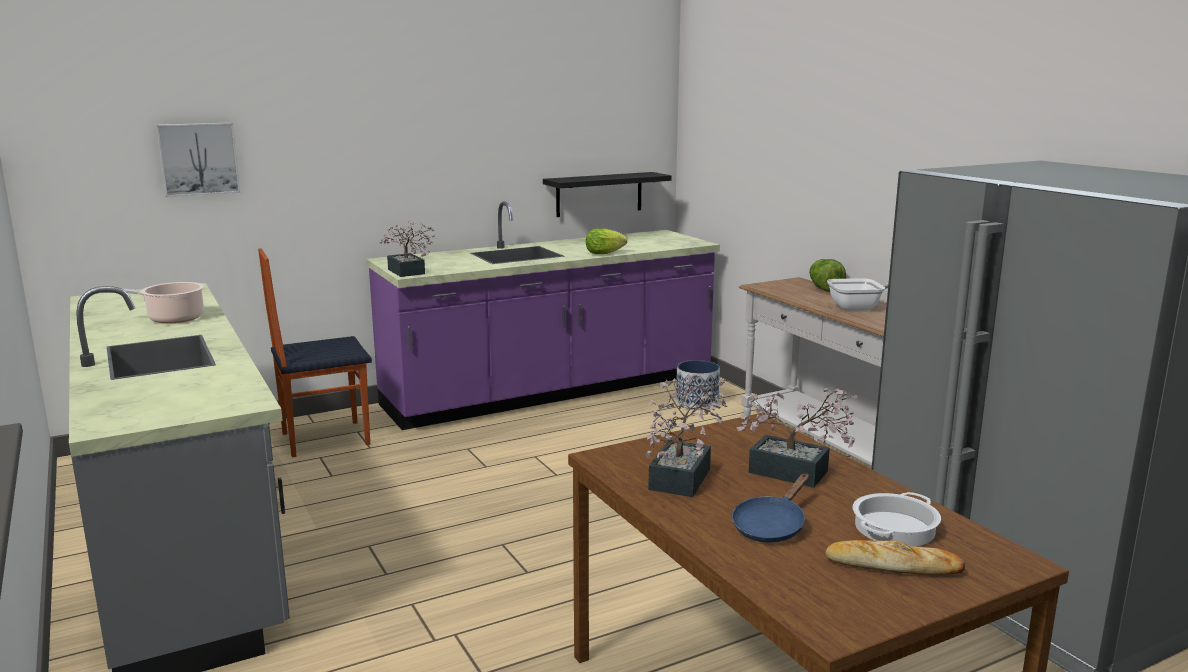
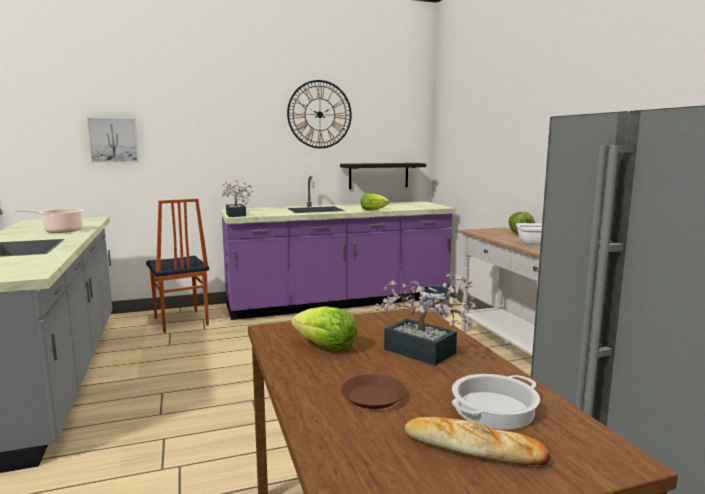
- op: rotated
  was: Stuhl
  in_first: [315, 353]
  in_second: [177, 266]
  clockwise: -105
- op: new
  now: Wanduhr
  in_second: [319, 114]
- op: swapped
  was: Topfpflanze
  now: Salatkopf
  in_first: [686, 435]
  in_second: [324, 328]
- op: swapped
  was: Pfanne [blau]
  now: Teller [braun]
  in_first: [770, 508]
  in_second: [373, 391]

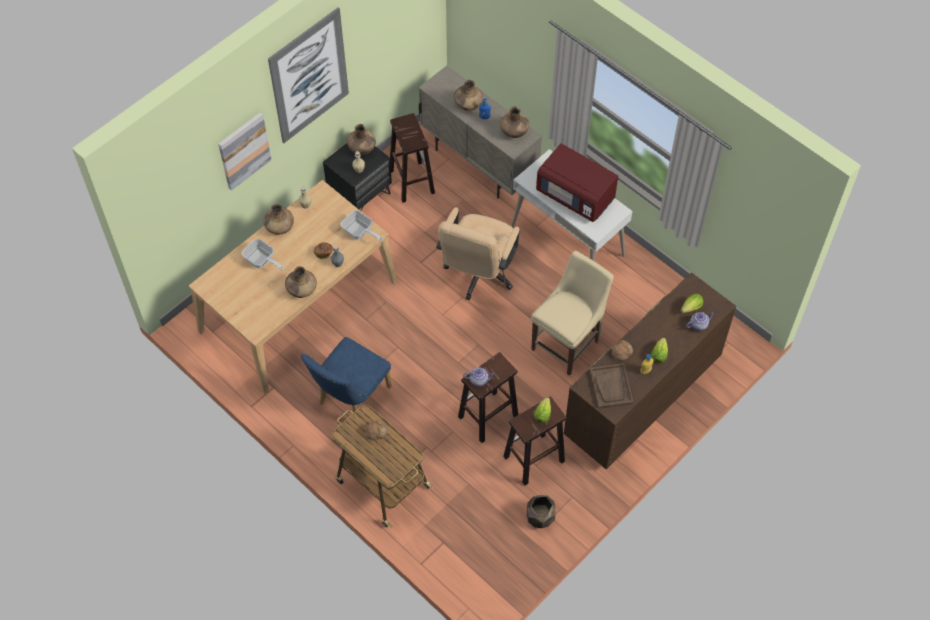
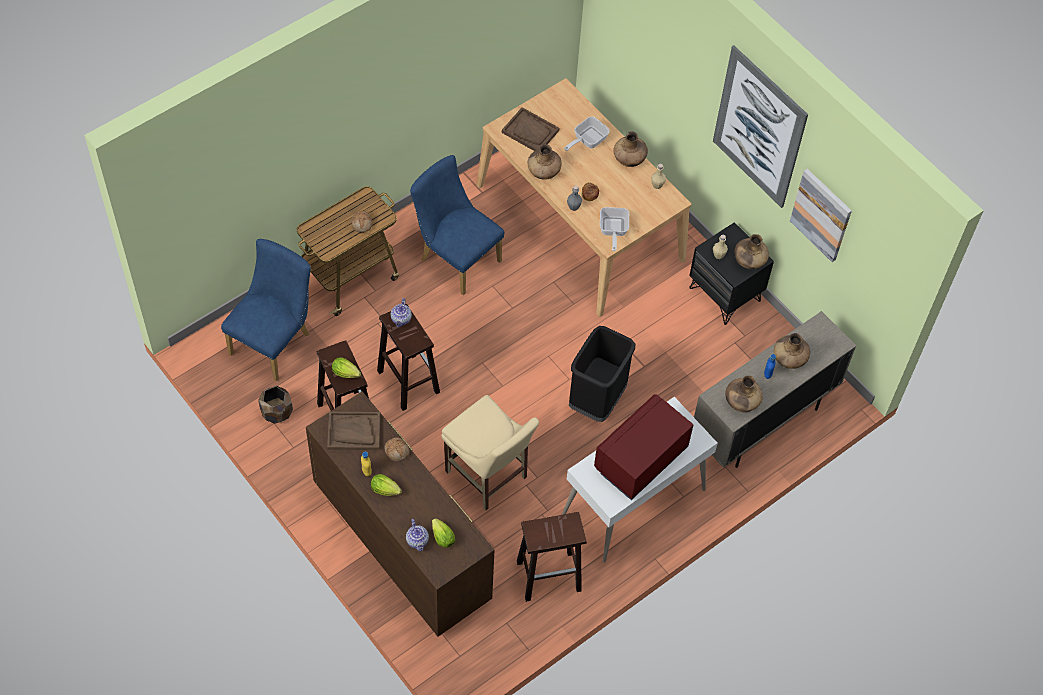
- op: new
  now: Stuhl [blau]
  in_second: [266, 310]
- op: new
  now: Tablett [braun]
  in_second: [530, 129]
- op: shifted
  was: Hocker [braun]
  in_first: [412, 158]
  in_second: [551, 557]
- op: swapped
  was: Bürostuhl [beige]
  now: Mülleimer [schwarz]
  in_first: [478, 253]
  in_second: [602, 374]
- op: rotated
  was: Pfanne
  in_first: [361, 225]
  in_second: [614, 229]
  clockwise: -45
- op: shifted
  was: Bild
  in_first: [245, 151]
  in_second: [821, 215]

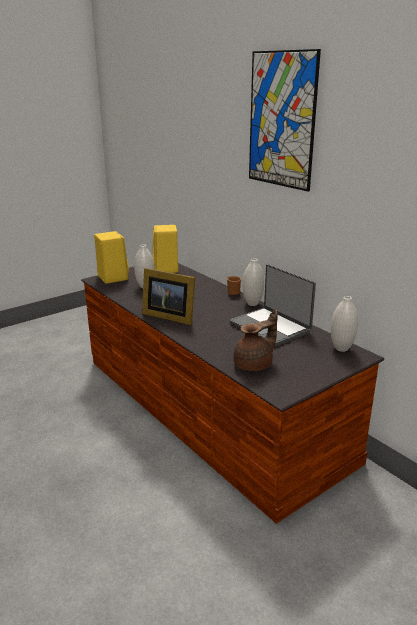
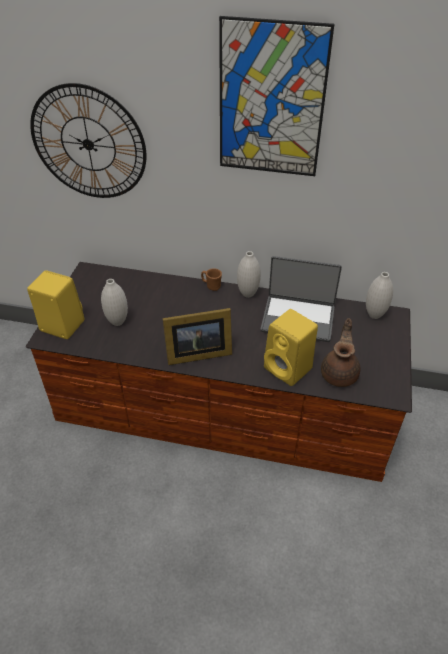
- op: new
  now: Wanduhr
  in_second: [88, 140]
- op: shifted
  was: Lautsprecher [gelb]
  in_first: [166, 249]
  in_second: [291, 347]

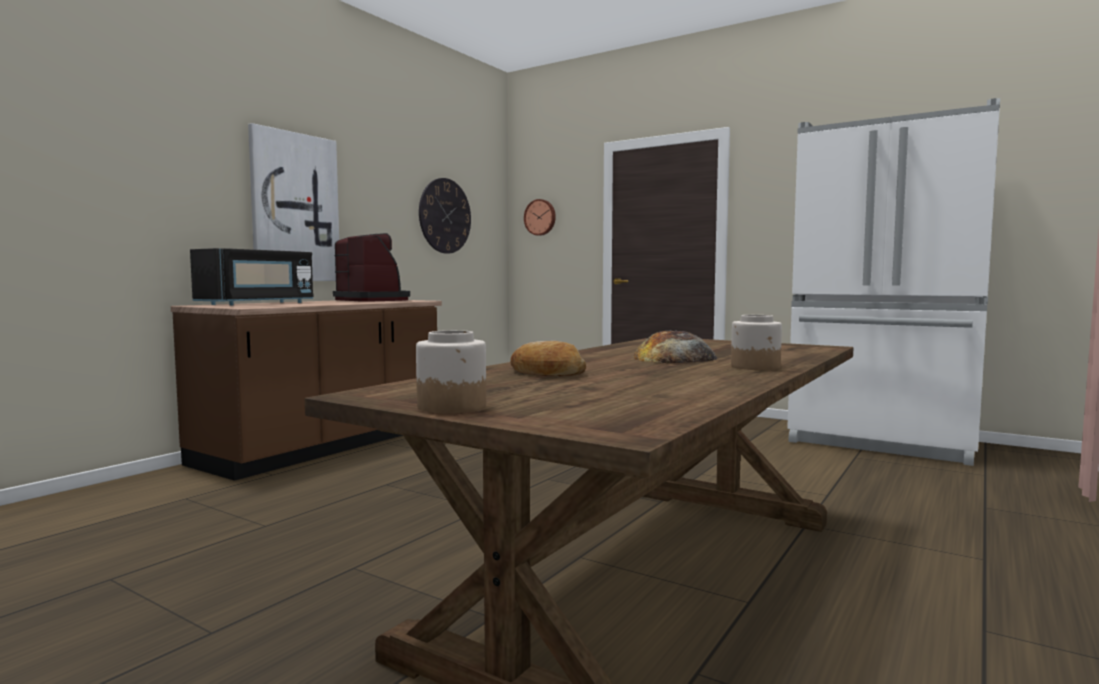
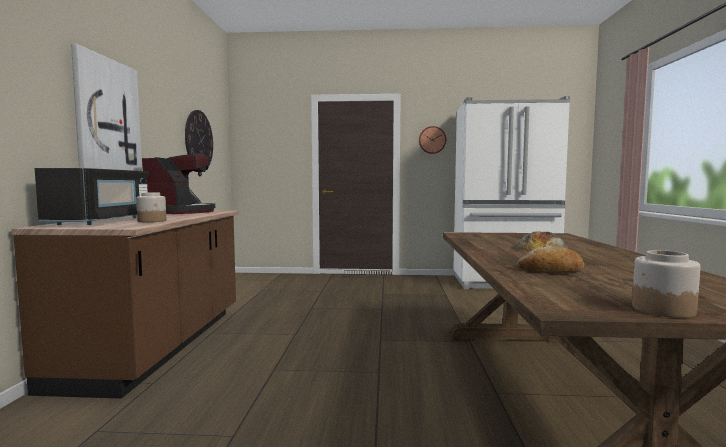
- op: shifted
  was: Vorratsglas
  in_first: [756, 342]
  in_second: [151, 207]
- op: rotated
  was: Kaffeemaschine
  in_first: [371, 267]
  in_second: [178, 184]
  clockwise: 75
- op: shifted
  was: Wanduhr
  in_first: [540, 217]
  in_second: [432, 140]

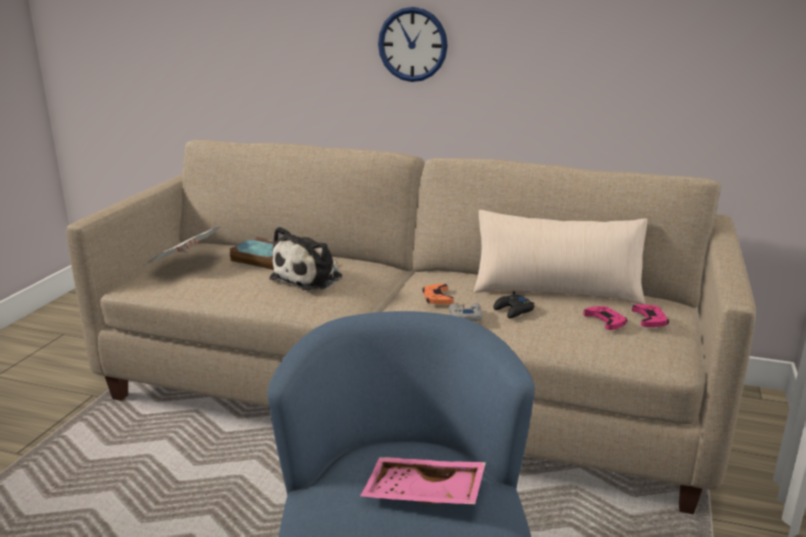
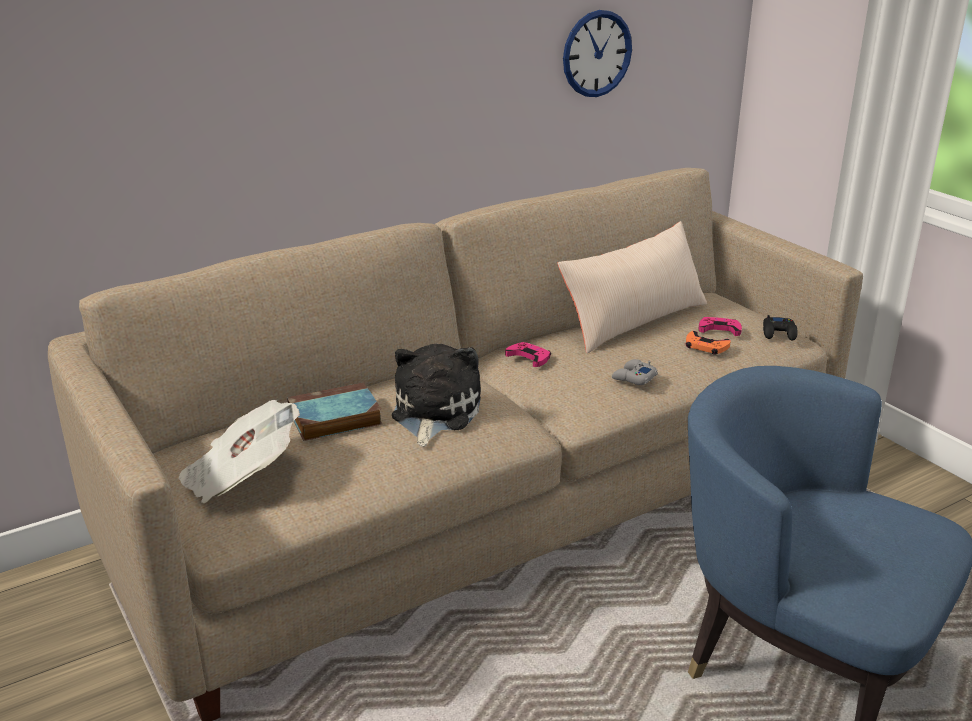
- op: rotated
  was: Plüschtier
  in_first: [305, 258]
  in_second: [436, 395]
  clockwise: -150
- op: shifted
  was: Gamepad [rosa]
  in_first: [650, 315]
  in_second: [528, 354]
- op: shifted
  was: Wanduhr
  in_first: [413, 44]
  in_second: [597, 53]
- op: shifted
  was: Gamepad [orange]
  in_first: [437, 294]
  in_second: [708, 343]
- op: shifted
  was: Gamepad [schwarz]
  in_first: [514, 305]
  in_second: [780, 328]
- op: gone
  was: Tablett [rosa]
  in_first: [423, 481]

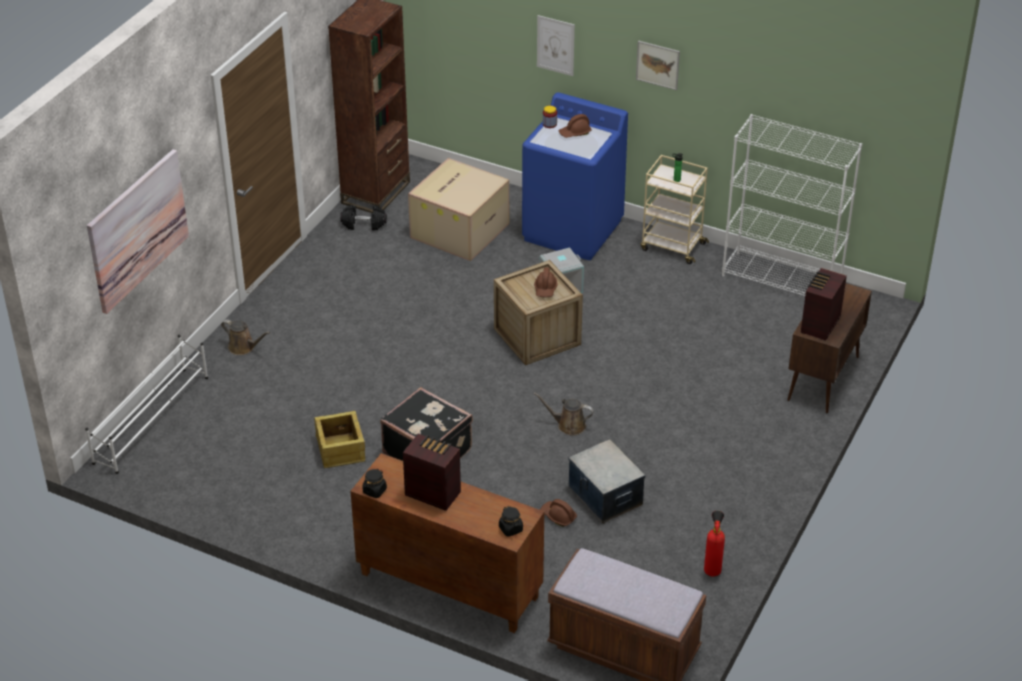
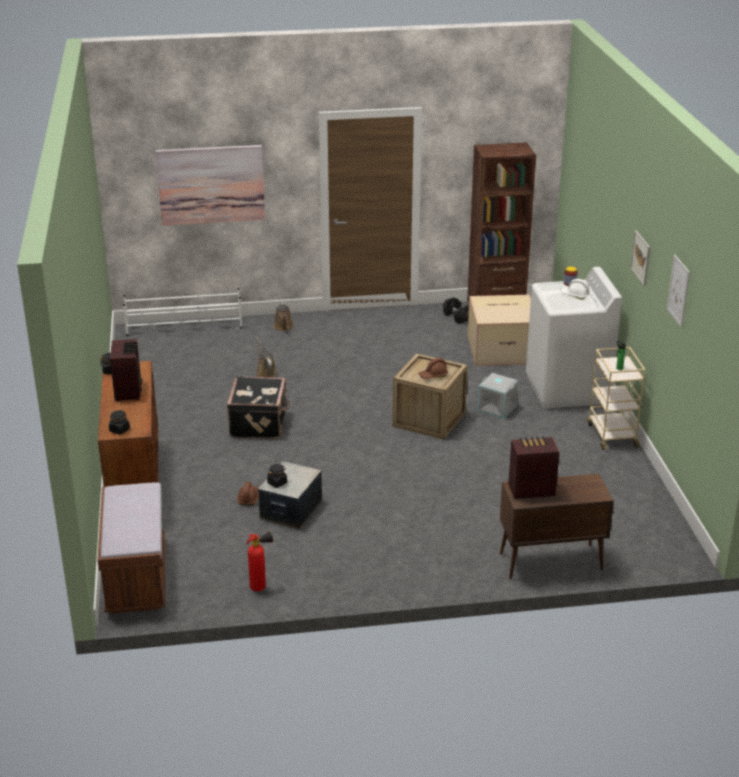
- op: shifted
  was: Gießkanne [braun]
  in_first: [564, 414]
  in_second: [266, 357]
- op: new
  now: Vorratsglas [schwarz]
  in_second: [277, 476]
- op: repainted
  was: Waschmaschine [blau]
  now: Waschmaschine [weiß]
  in_first: [575, 176]
  in_second: [574, 338]
- op: repainted
  was: Schutzhelm [braun]
  now: Schutzhelm [weiß]
  in_first: [575, 126]
  in_second: [575, 289]
- op: shifted
  was: Bild
  in_first: [556, 45]
  in_second: [678, 291]
- op: gone
  was: Kiste
  in_first: [339, 439]
- op: gone
  was: Bücherregal [weiß]
  in_first: [792, 205]

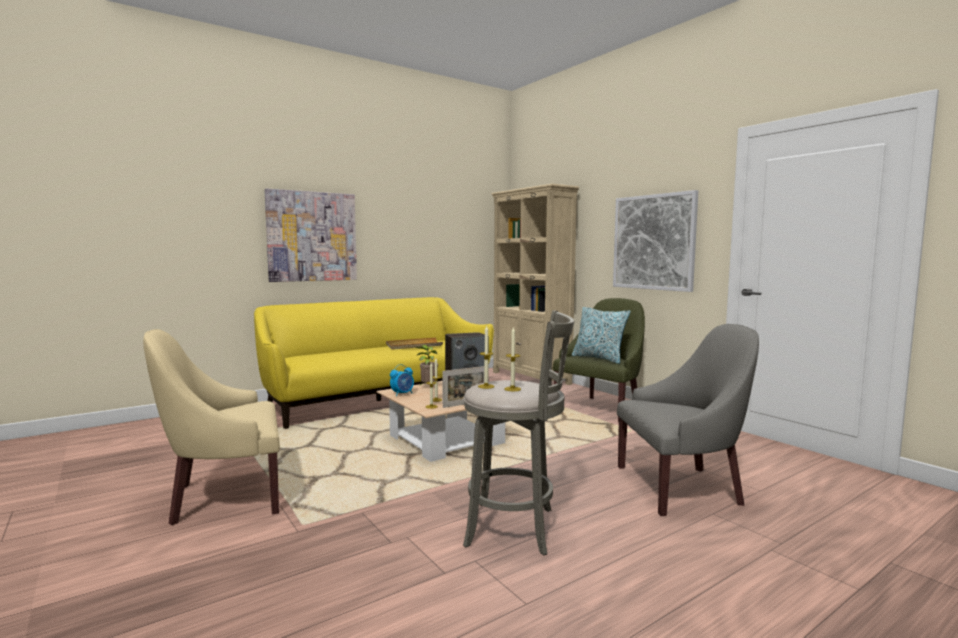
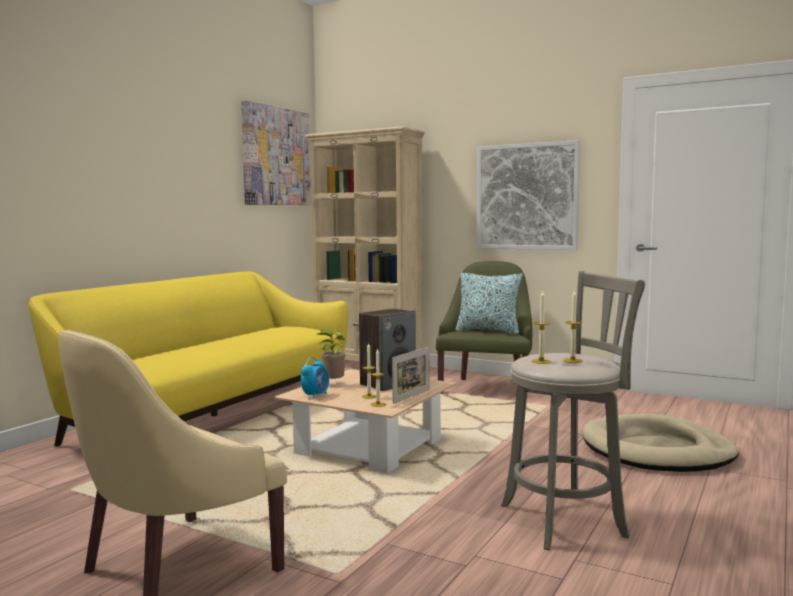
- op: shifted
  was: Bild
  in_first: [310, 235]
  in_second: [276, 152]
- op: swapped
  was: Sessel [grau]
  now: Hundebett [beige]
  in_first: [688, 420]
  in_second: [660, 443]
- op: gone
  was: Tablett [beige]
  in_first: [414, 343]

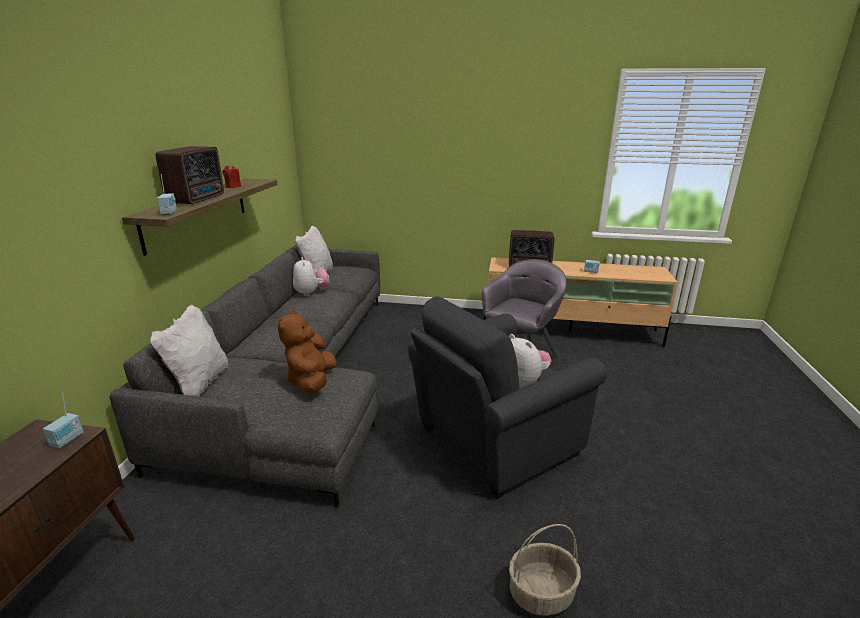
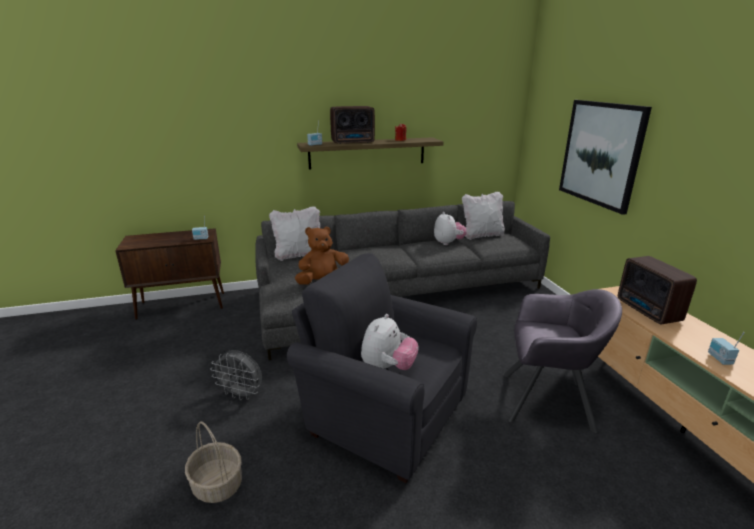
- op: new
  now: Ventilator [grau]
  in_second: [236, 375]
- op: rotated
  was: Plüschtier
  in_first: [311, 276]
  in_second: [450, 228]
  clockwise: -60
- op: new
  now: Bild
  in_second: [605, 157]

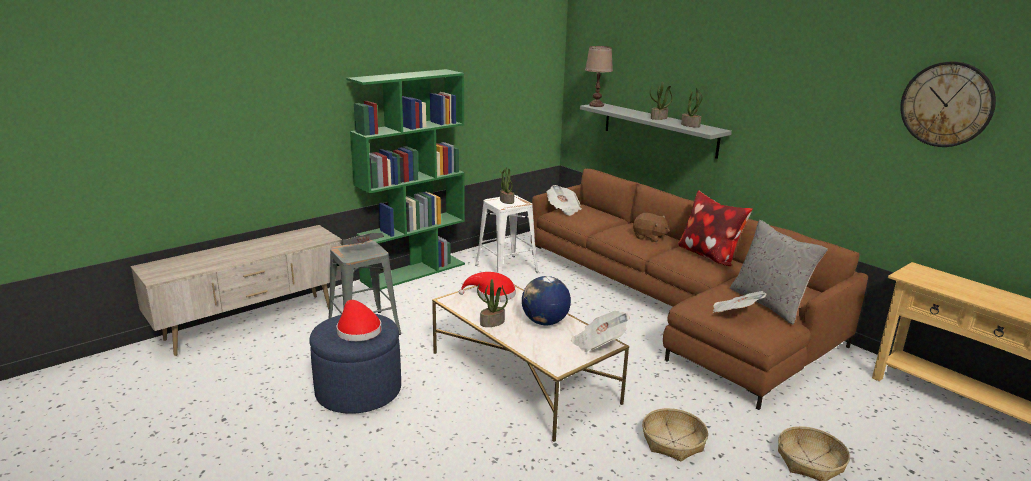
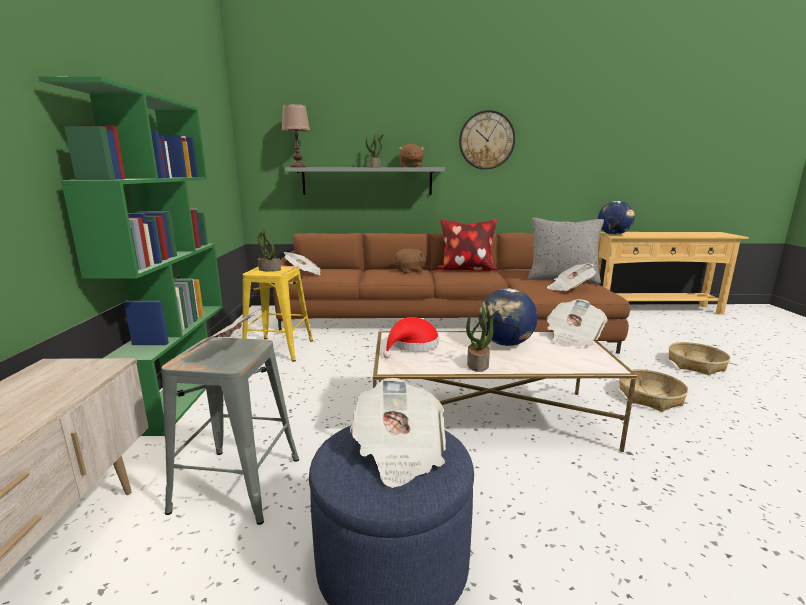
- op: repainted
  was: Hocker [weiß]
  now: Hocker [gelb]
  in_first: [506, 234]
  in_second: [277, 314]
- op: swapped
  was: Hut [rot]
  now: Zeitung
  in_first: [359, 320]
  in_second: [398, 433]
- op: swapped
  was: Topfpflanze
  now: Plüschtier [braun]
  in_first: [692, 107]
  in_second: [412, 156]
- op: shifted
  was: Wanduhr
  in_first: [948, 104]
  in_second: [487, 140]
- op: new
  now: Globus
  in_second: [616, 218]

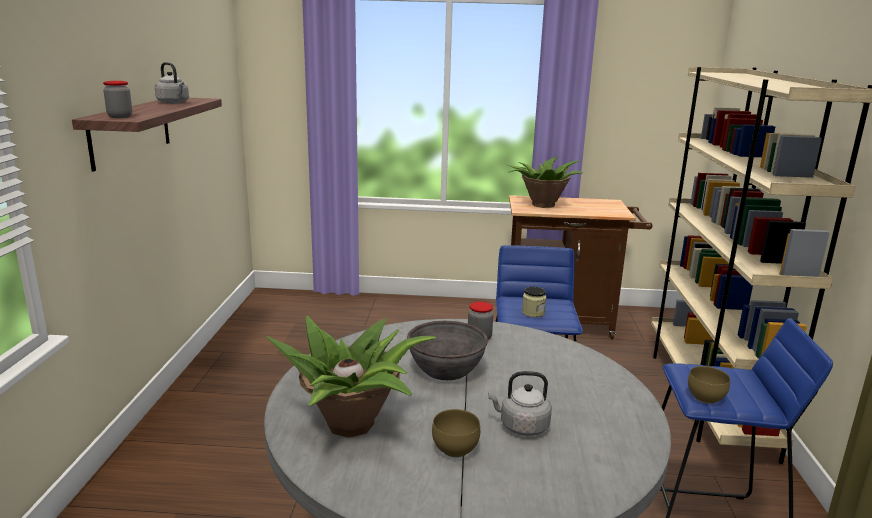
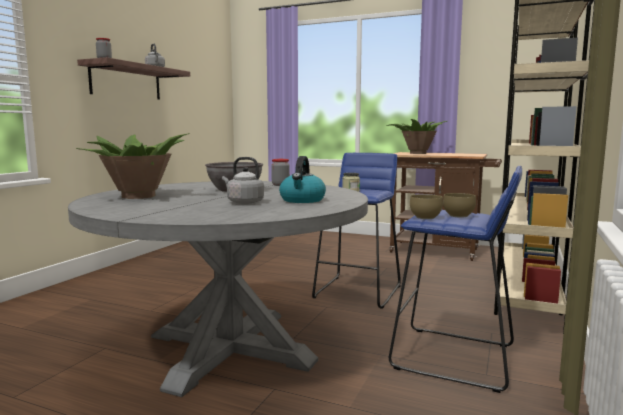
- op: new
  now: Wasserkessel
  in_second: [302, 179]
- op: shifted
  was: Schüssel [braun]
  in_first: [456, 433]
  in_second: [459, 205]

